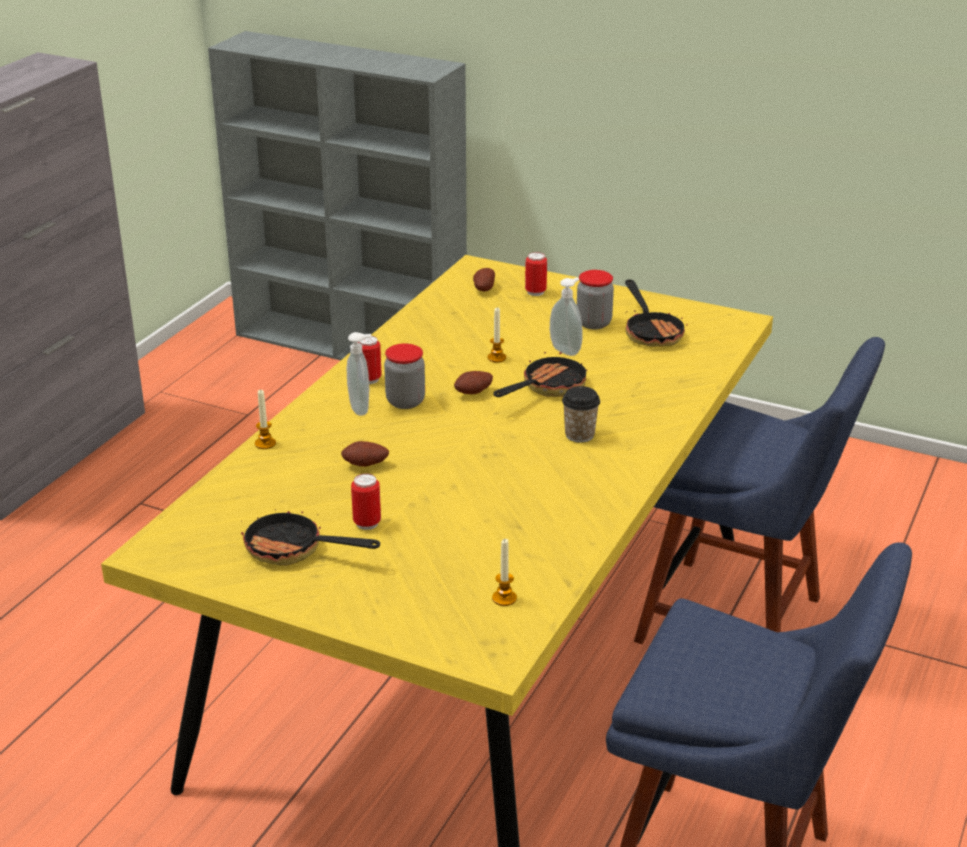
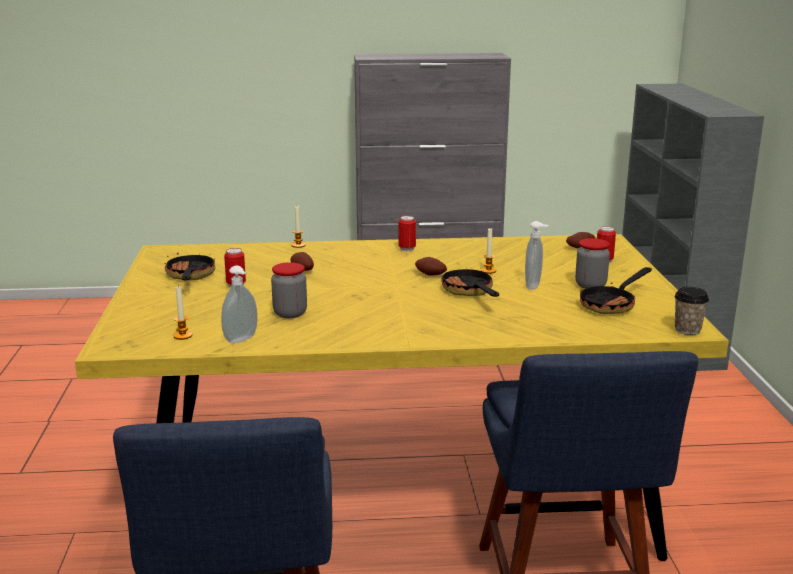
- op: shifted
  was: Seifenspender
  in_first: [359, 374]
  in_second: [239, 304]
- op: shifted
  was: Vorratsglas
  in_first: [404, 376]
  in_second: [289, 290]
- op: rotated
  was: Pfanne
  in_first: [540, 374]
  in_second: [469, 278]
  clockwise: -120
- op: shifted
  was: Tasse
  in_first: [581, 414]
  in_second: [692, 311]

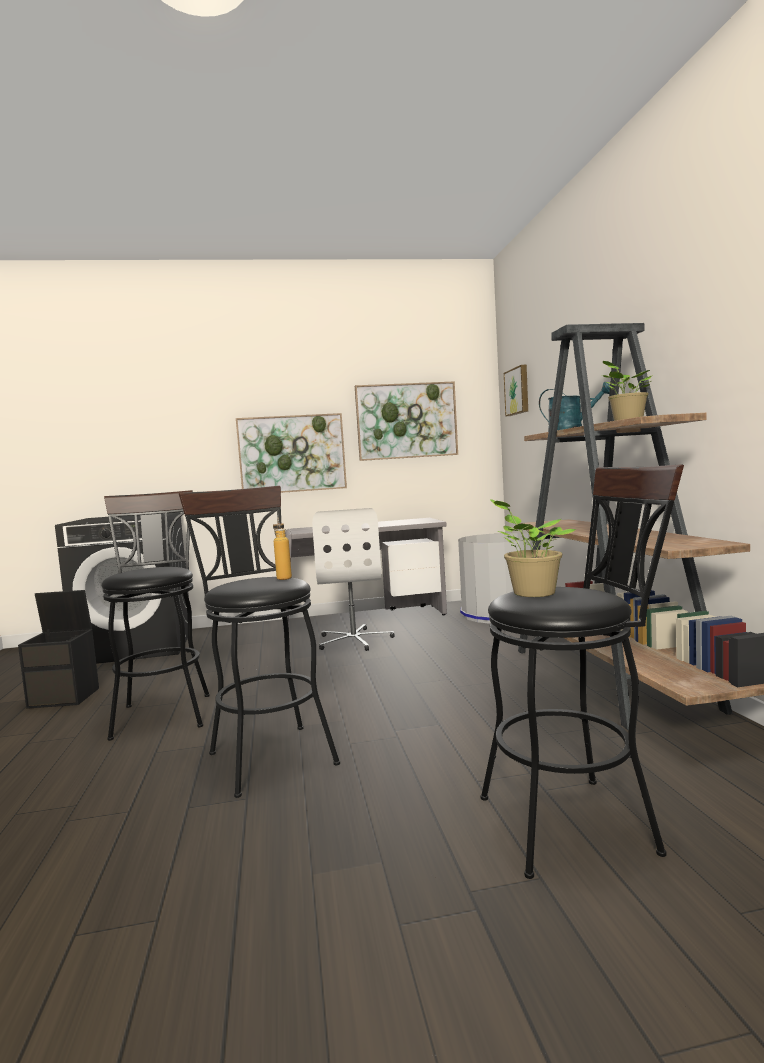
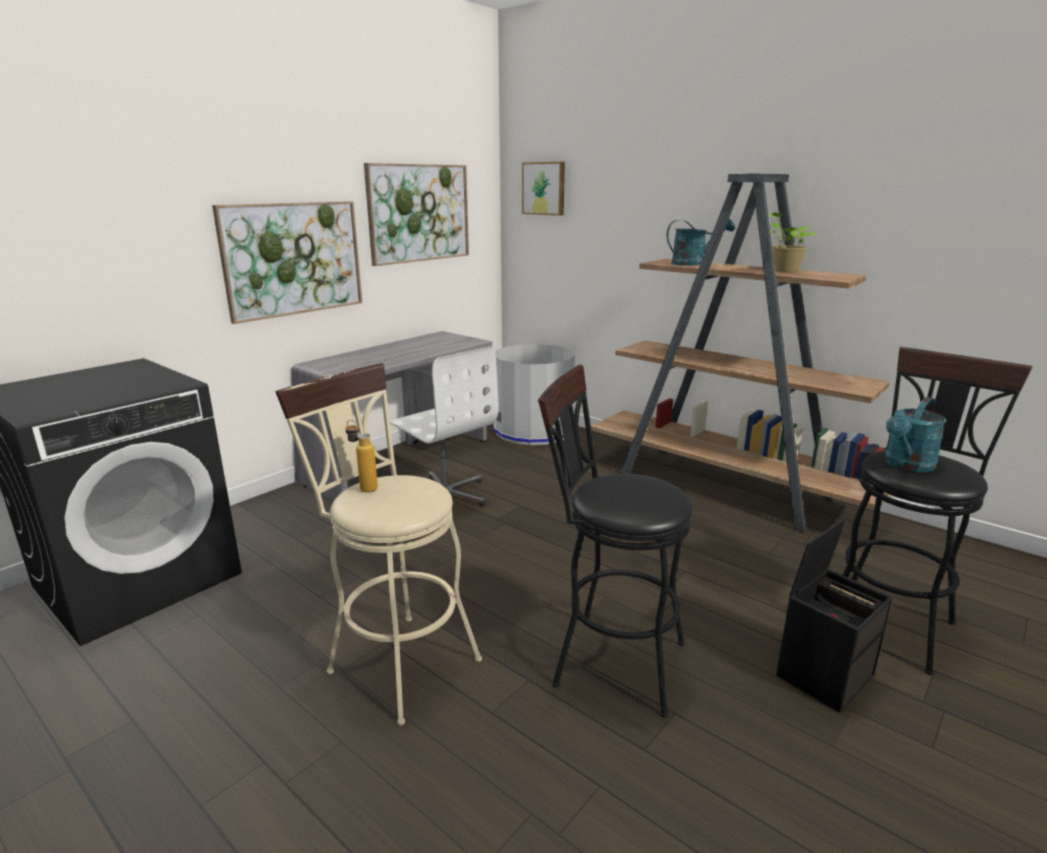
- op: repainted
  was: Hocker [schwarz]
  now: Hocker [beige]
  in_first: [155, 615]
  in_second: [378, 544]
- op: shifted
  was: Flasche
  in_first: [282, 549]
  in_second: [362, 456]
- op: shifted
  was: Aufbewahrungsbox [schwarz]
  in_first: [58, 649]
  in_second: [834, 615]
- op: swapped
  was: Topfpflanze
  now: Gießkanne [türkis]
  in_first: [533, 548]
  in_second: [915, 434]

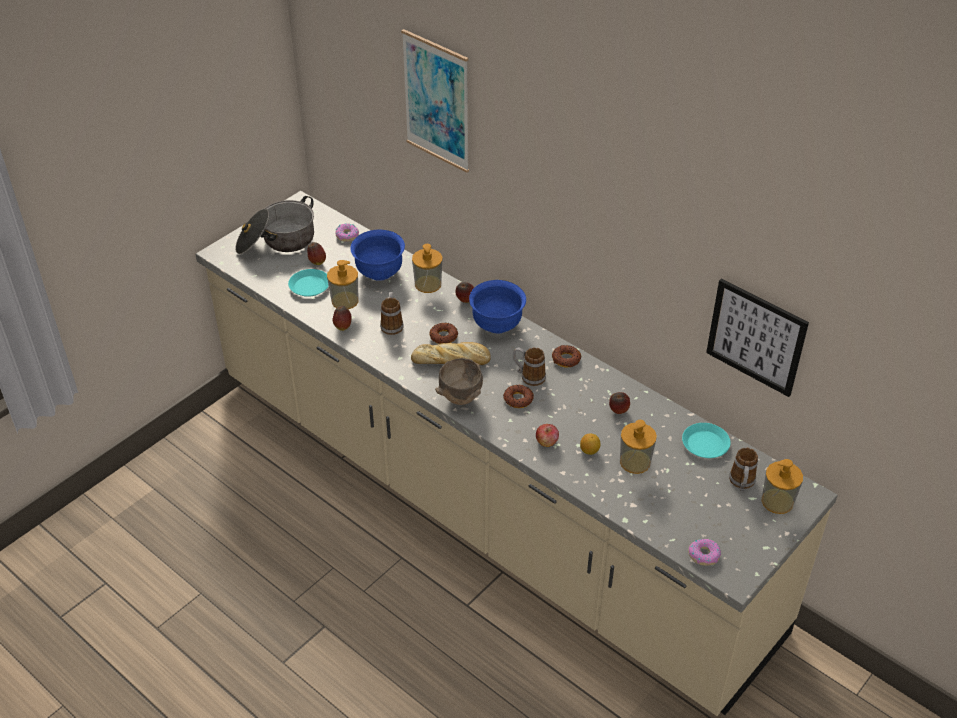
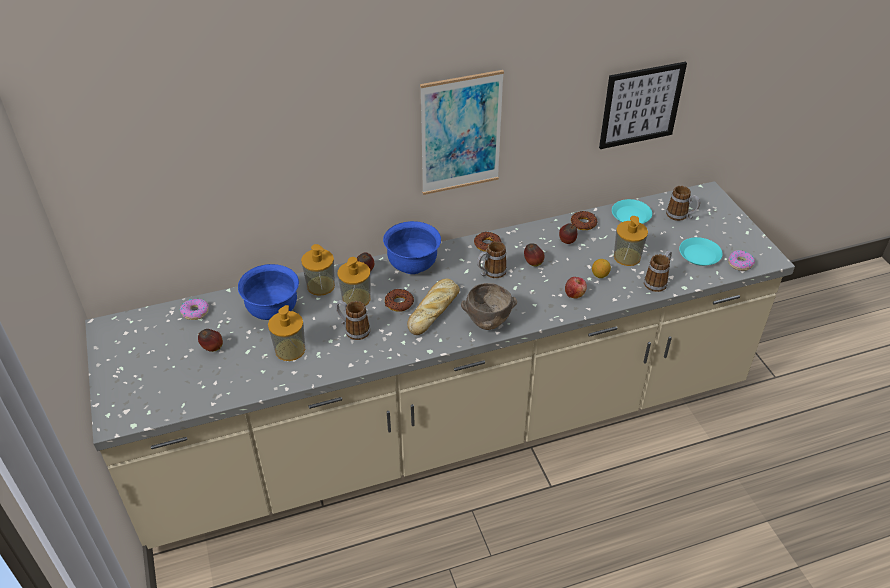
- op: shifted
  was: Seifenspender
  in_first: [782, 486]
  in_second: [353, 281]
- op: shifted
  was: Bild
  in_first: [435, 101]
  in_second: [462, 132]
- op: shifted
  was: Apfel
  in_first: [342, 318]
  in_second: [534, 255]
- op: shifted
  was: Donut
  in_first: [518, 396]
  in_second: [584, 220]
- op: new
  now: Henkelbecher
  in_second: [658, 271]
- op: shifted
  was: Teller [türkis]
  in_first: [308, 283]
  in_second: [701, 251]
- op: gone
  was: Kochtopf
  in_first: [274, 225]

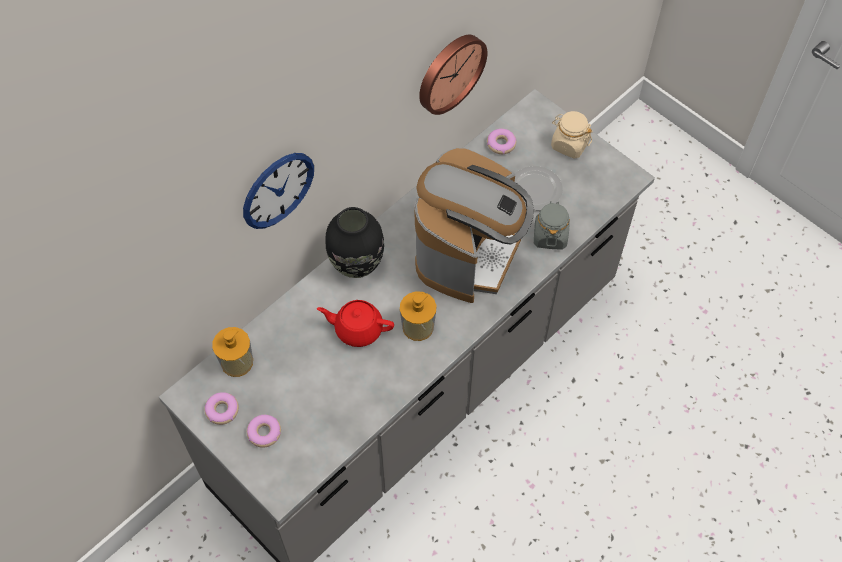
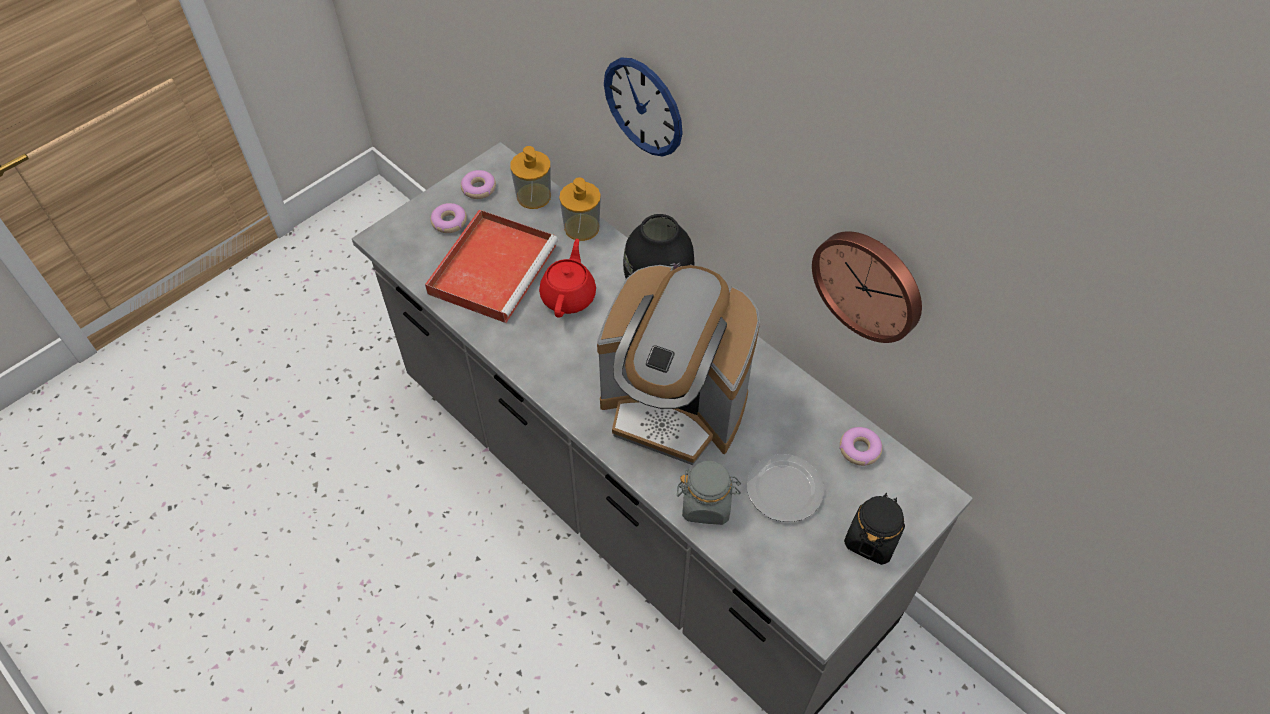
- op: new
  now: Tablett [rot]
  in_second: [491, 266]
- op: shifted
  was: Seifenspender
  in_first: [418, 316]
  in_second: [580, 209]
- op: repainted
  was: Vorratsglas [beige]
  now: Vorratsglas [schwarz]
  in_first: [572, 135]
  in_second: [874, 529]

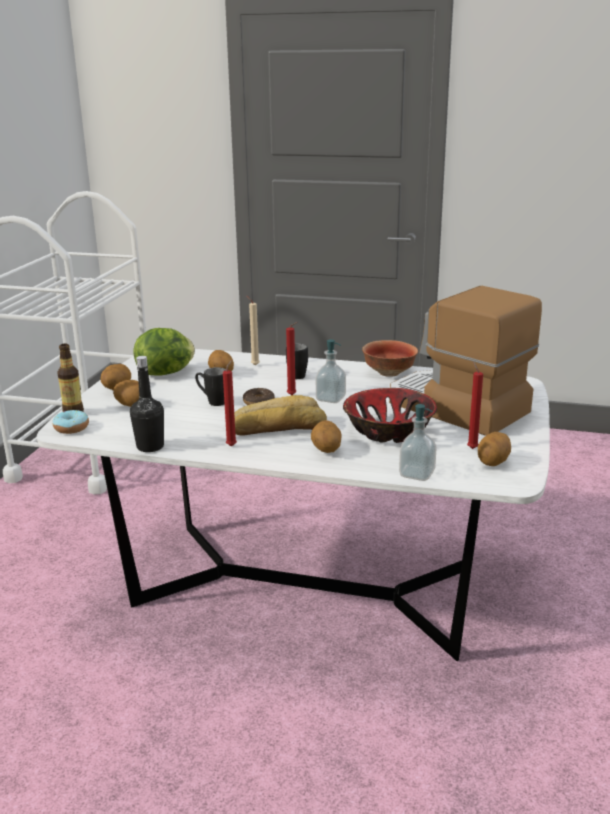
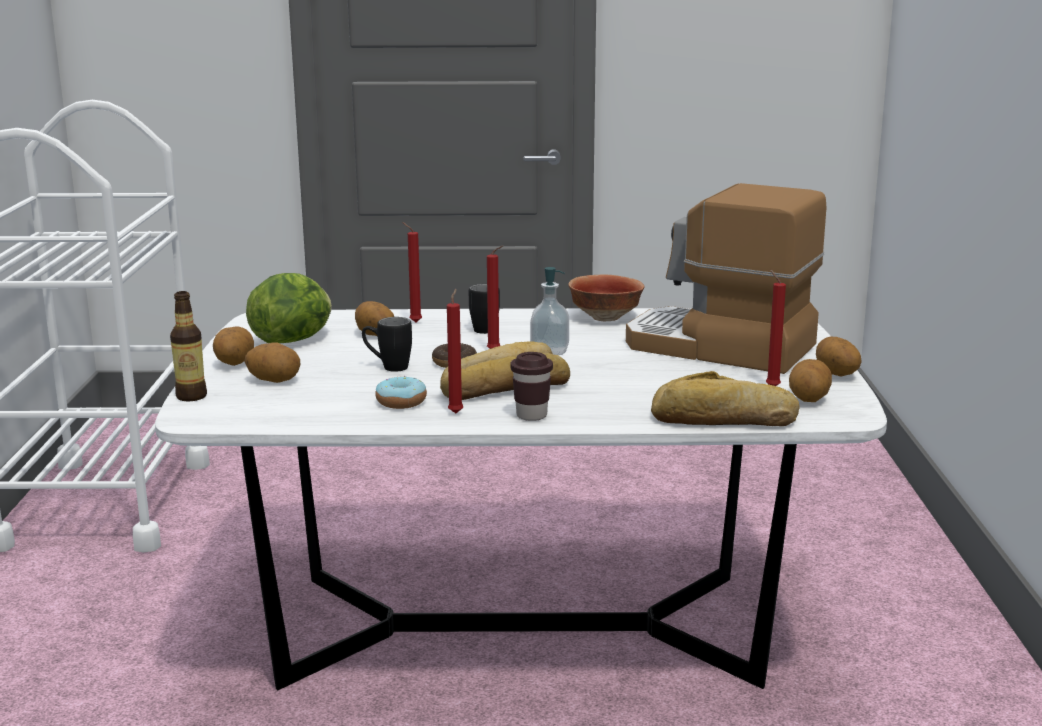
- op: shifted
  was: Donut
  in_first: [70, 422]
  in_second: [401, 392]
- op: repainted
  was: Kerze [beige]
  now: Kerze [rot]
  in_first: [253, 331]
  in_second: [412, 272]
- op: new
  now: Tasse [braun]
  in_second: [531, 386]
- op: swapped
  was: Seifenspender
  now: Brot
  in_first: [418, 442]
  in_second: [725, 398]
- op: shifted
  was: Kartoffel
  in_first: [326, 436]
  in_second: [839, 357]
- op: gone
  was: Flasche [schwarz]
  in_first: [147, 404]
- op: gone
  was: Schüssel
  in_first: [390, 415]

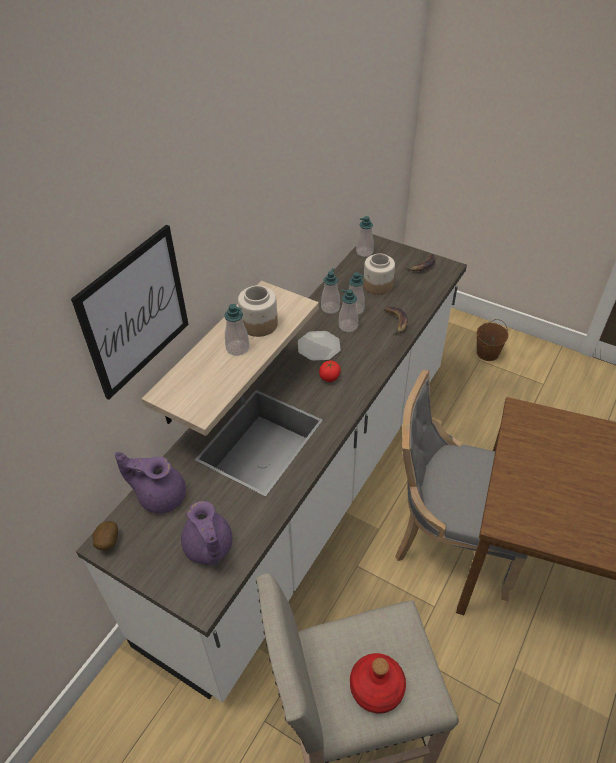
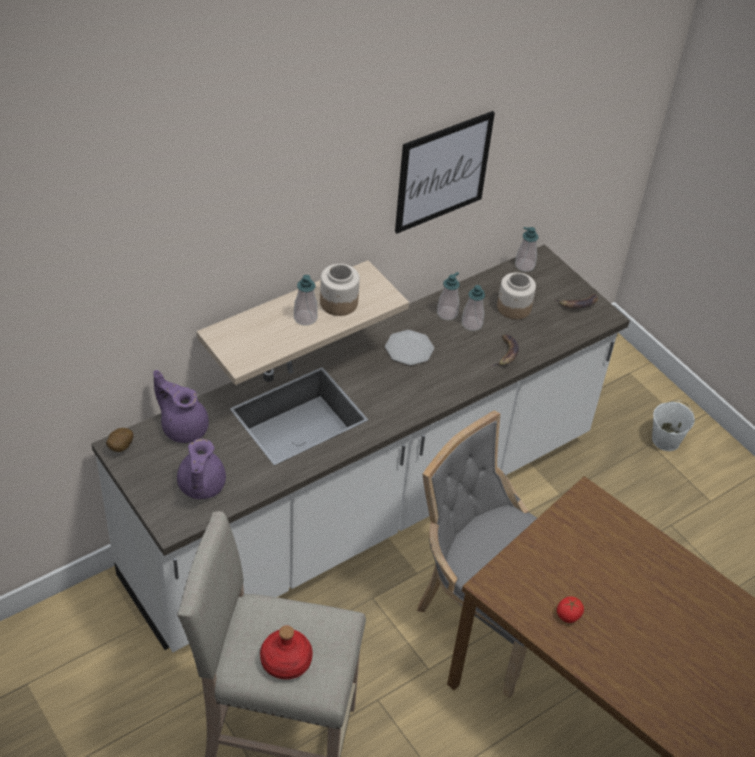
- op: shifted
  was: Bild
  in_first: [130, 312]
  in_second: [445, 172]
- op: shifted
  was: Tomate
  in_first: [330, 371]
  in_second: [570, 610]
- op: repainted
  was: Eimer [braun]
  now: Eimer [weiß]
  in_first: [493, 340]
  in_second: [673, 425]
- op: gone
  was: Seifenspender
  in_first: [348, 310]

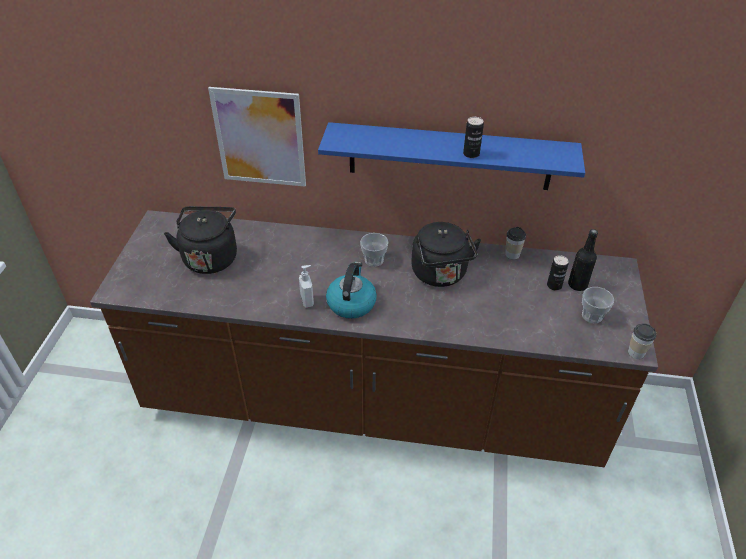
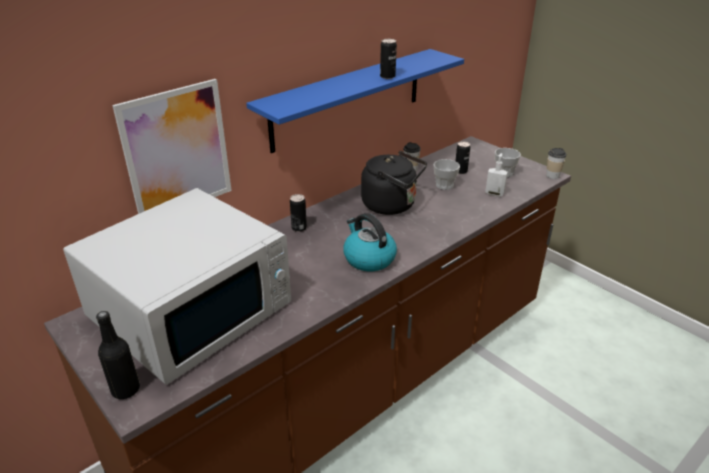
- op: swapped
  was: Wasserkessel [schwarz]
  now: Mikrowelle [weiß]
  in_first: [200, 240]
  in_second: [177, 286]
- op: shifted
  was: Flasche [schwarz]
  in_first: [583, 260]
  in_second: [118, 355]
- op: new
  now: Dose
  in_second: [298, 213]
- op: shifted
  was: Tasse
  in_first: [374, 250]
  in_second: [447, 174]
- op: shifted
  was: Seifenspender
  in_first: [306, 286]
  in_second: [496, 175]

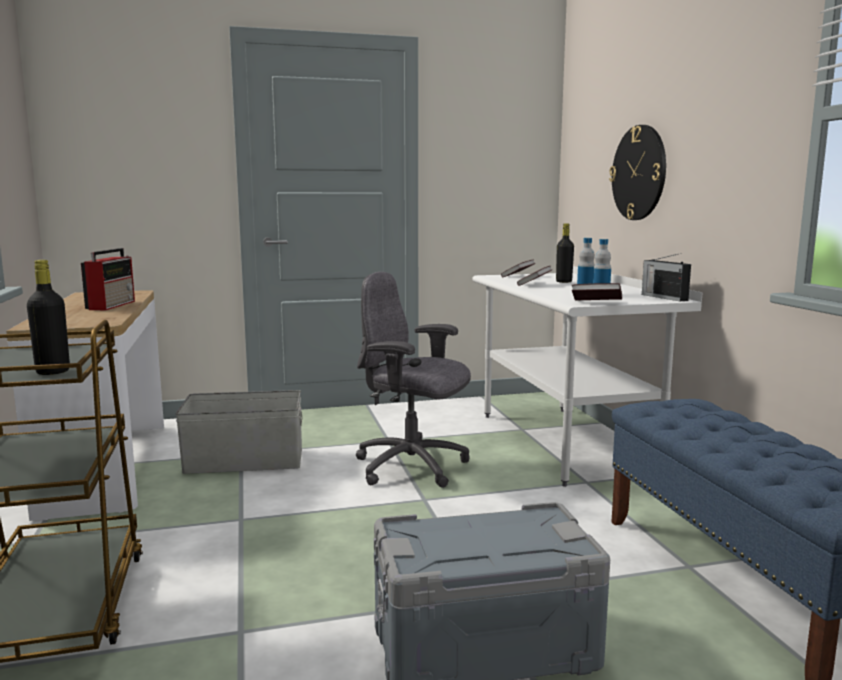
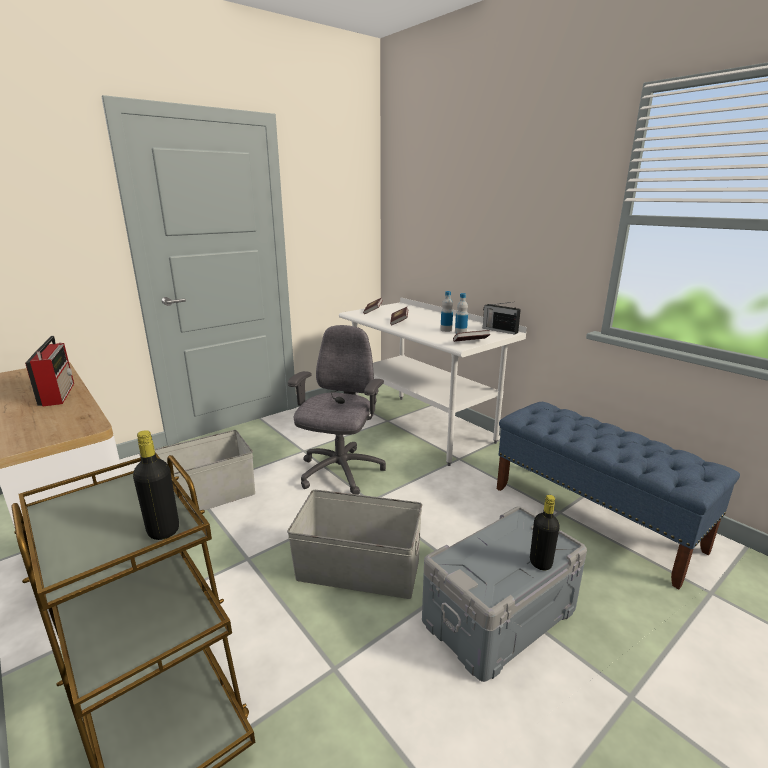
- op: new
  now: Aufbewahrungsbox [grau]
  in_second: [354, 544]
- op: rotated
  was: Bürostuhl [grau]
  in_first: [413, 380]
  in_second: [337, 410]
  clockwise: 105
- op: shifted
  was: Flasche [schwarz]
  in_first: [565, 253]
  in_second: [545, 532]
- op: gone
  was: Wanduhr
  in_first: [637, 172]

